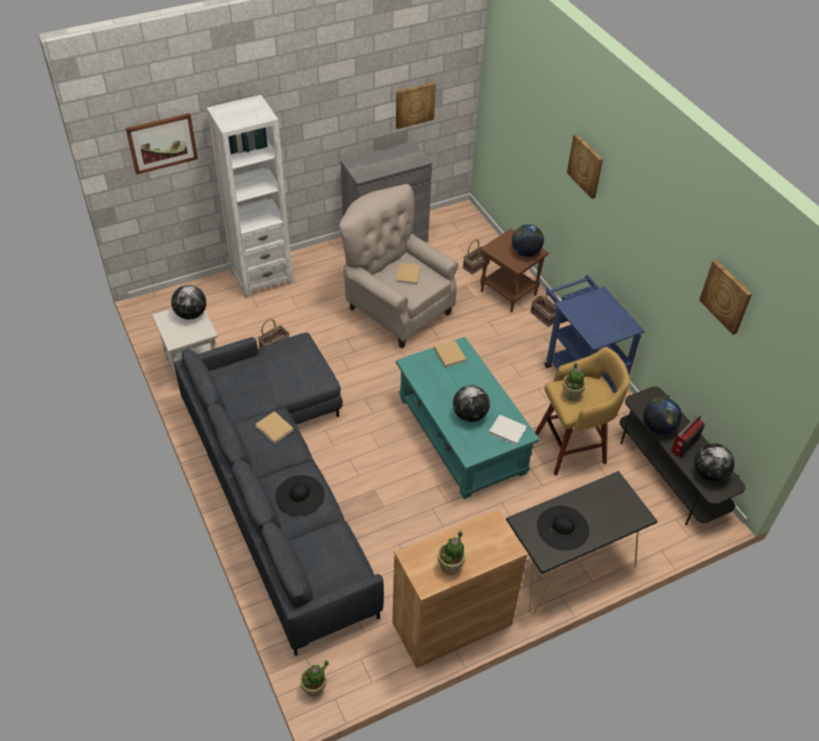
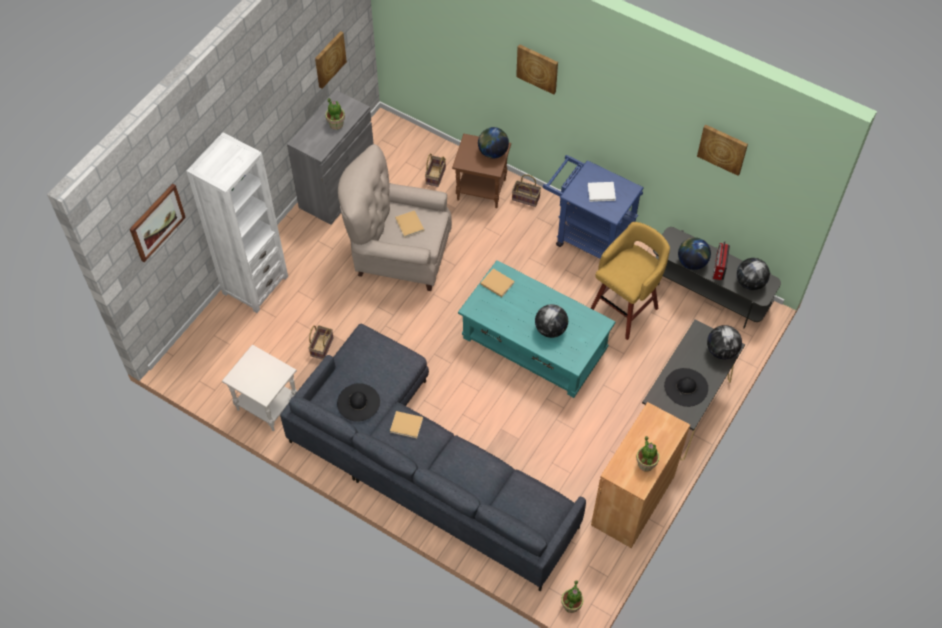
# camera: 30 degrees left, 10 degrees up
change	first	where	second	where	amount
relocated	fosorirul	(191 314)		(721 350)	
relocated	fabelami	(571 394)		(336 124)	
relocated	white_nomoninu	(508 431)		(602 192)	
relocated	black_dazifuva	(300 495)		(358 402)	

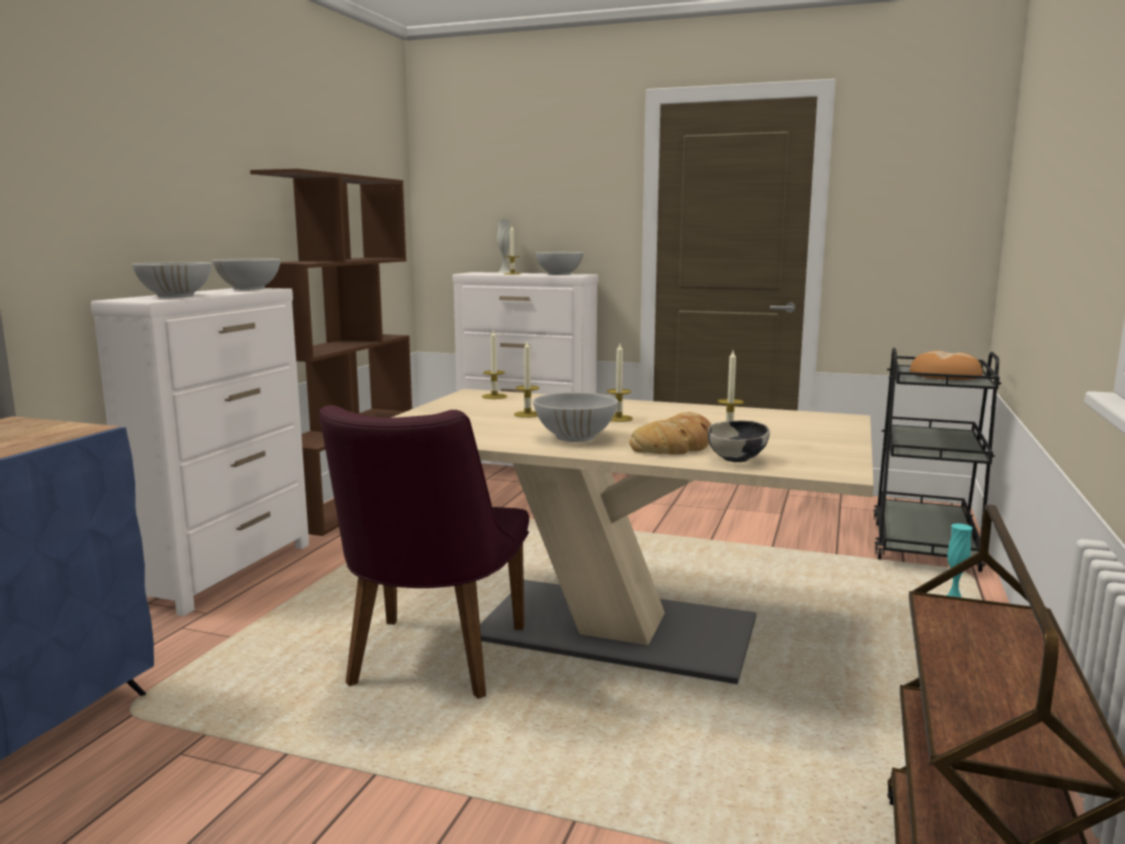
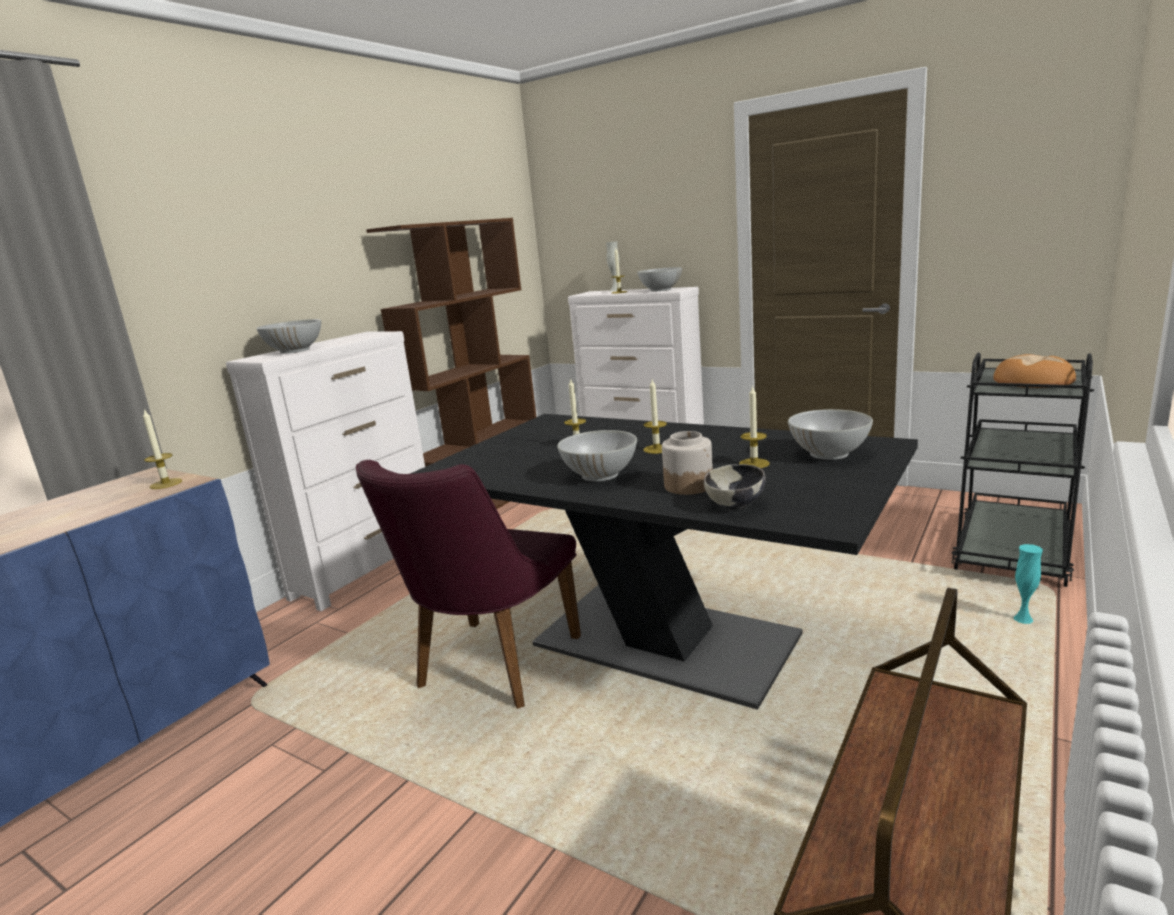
# camera: 15 degrees right, 5 degrees up
change	first	where	second	where	amount
relocated	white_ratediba	(249 288)		(829 453)	
relocated	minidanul	(494 396)		(166 484)	
colour	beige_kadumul	(617 630)	black_kadumul	(665 641)	
exchanged	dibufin	(677 445)	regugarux	(688 486)	

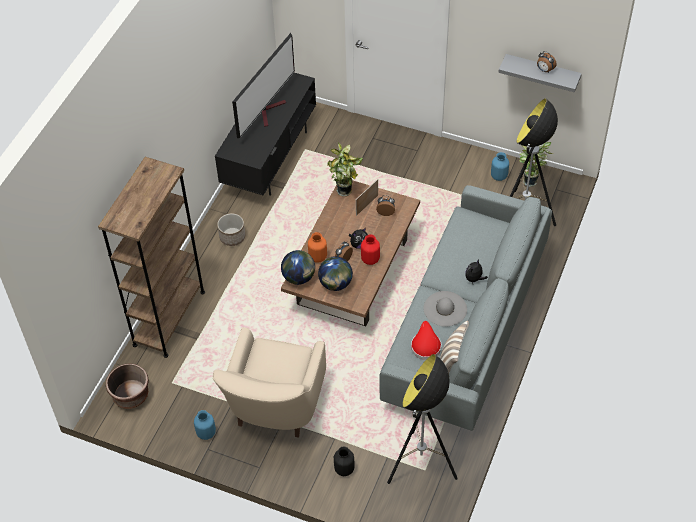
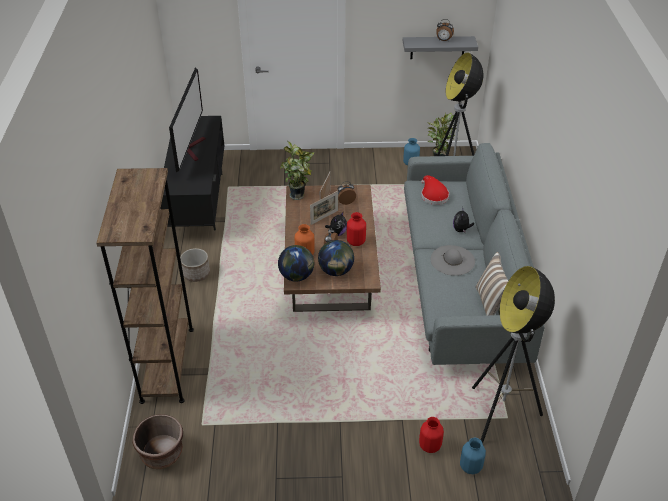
# camera: 25 degrees left, 10 degrees down
change	first	where	second	where	amount
relocated	red_dazifuva	(425 345)		(433 195)	
missing	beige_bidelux	(275 409)			
relocated	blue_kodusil	(206 433)		(470 467)	
colour	black_kodusil	(344 469)	red_kodusil	(429 446)	
appeared			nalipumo	(324 217)	

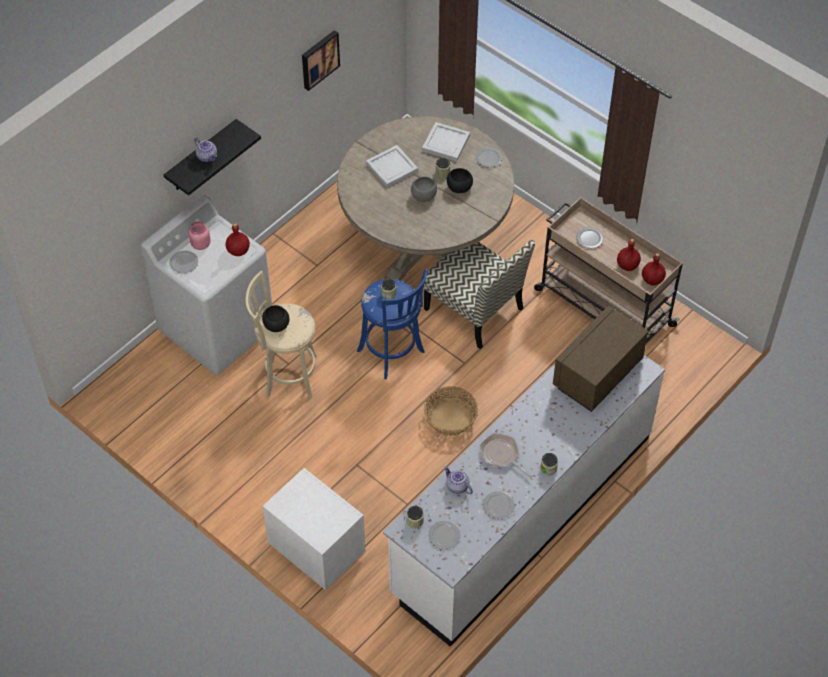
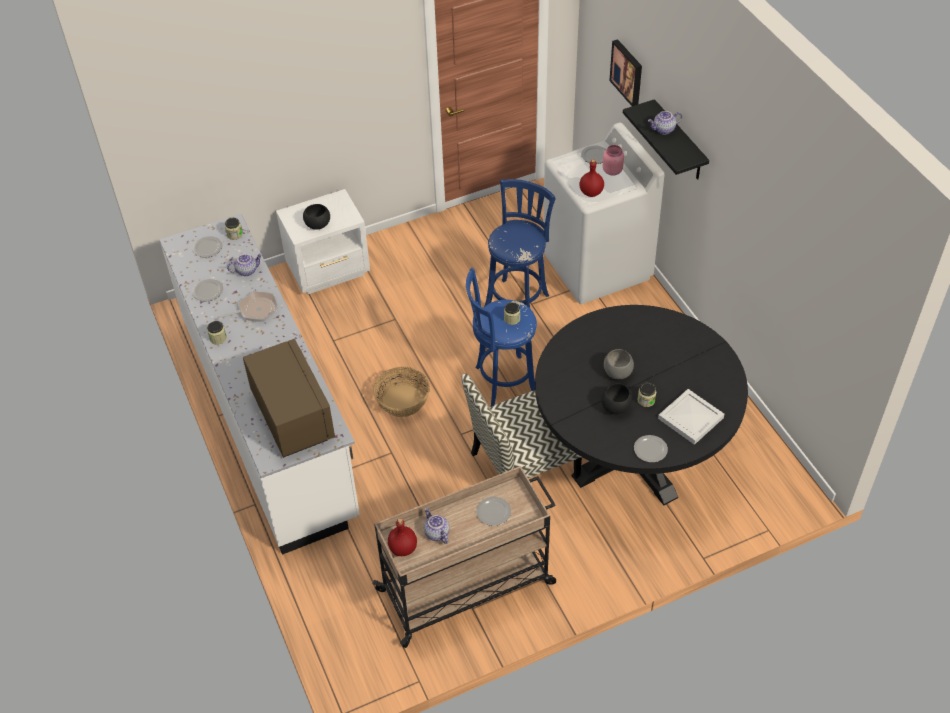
# camera: 115 degrees right, 5 degrees down
change	first	where	second	where	amount
relocated	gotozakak	(319 59)		(627 72)	
colour	beige_kadumul	(425 244)	black_kadumul	(631 454)	
missing	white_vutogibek	(392 168)			
exchanged	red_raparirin	(628 265)	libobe	(436 533)	
colour	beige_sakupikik	(287 376)	blue_sakupikik	(518 299)	
relocated	black_ratediba	(276 326)		(317 225)	

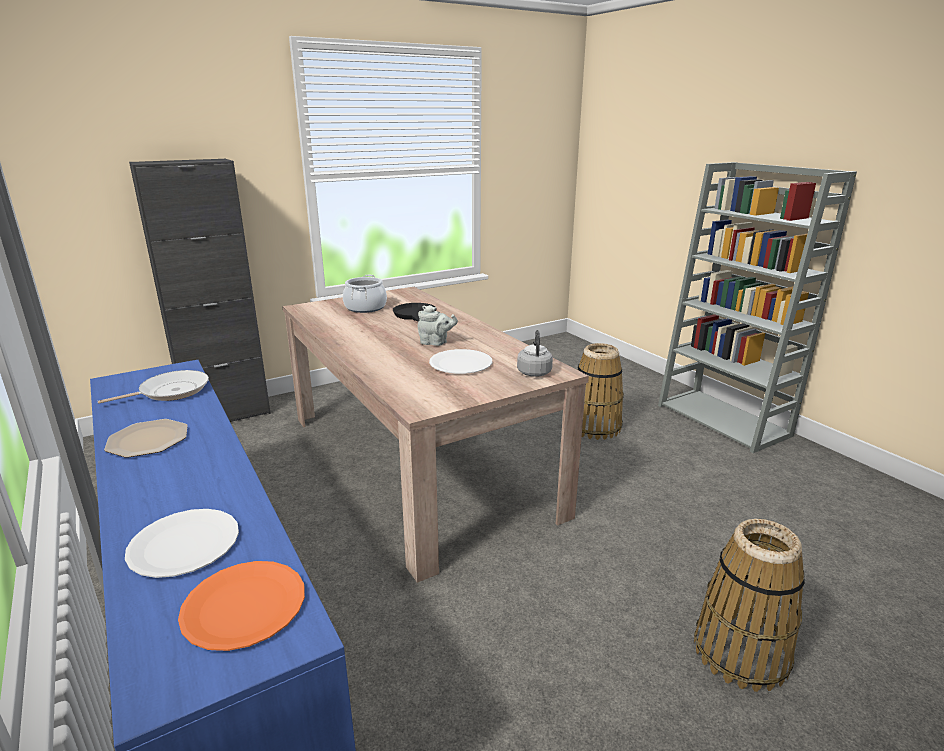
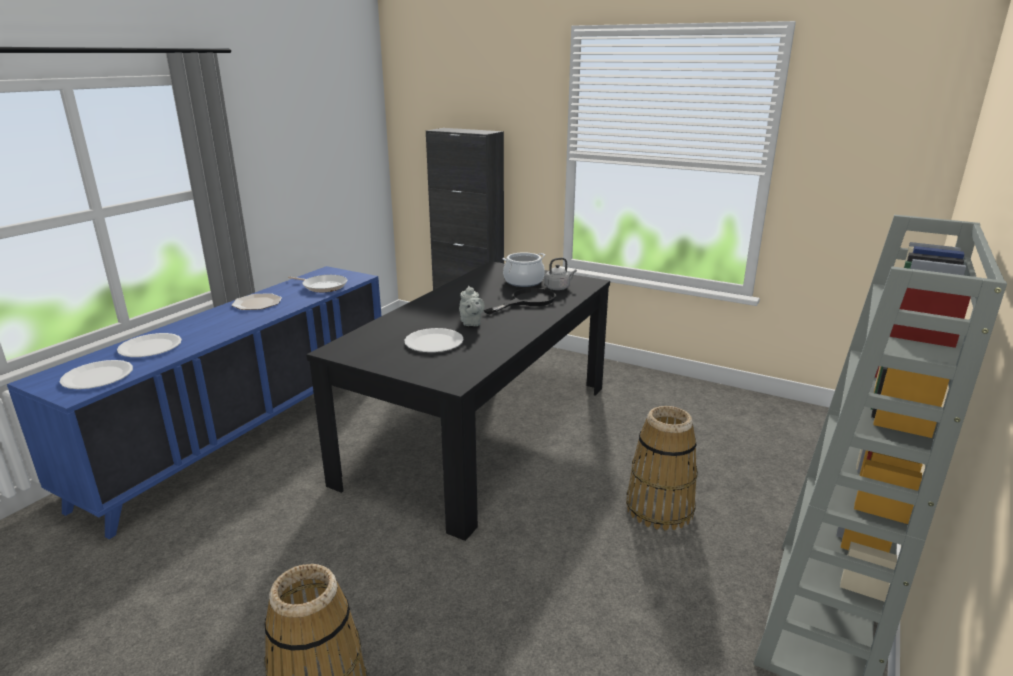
# camera: 60 degrees right, 0 degrees up
change	first	where	second	where	amount
colour	beige_kadumul	(417 462)	black_kadumul	(481 431)	
relocated	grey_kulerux	(534 372)		(558 288)	
colour	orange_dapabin	(243 606)	white_dapabin	(97 376)	

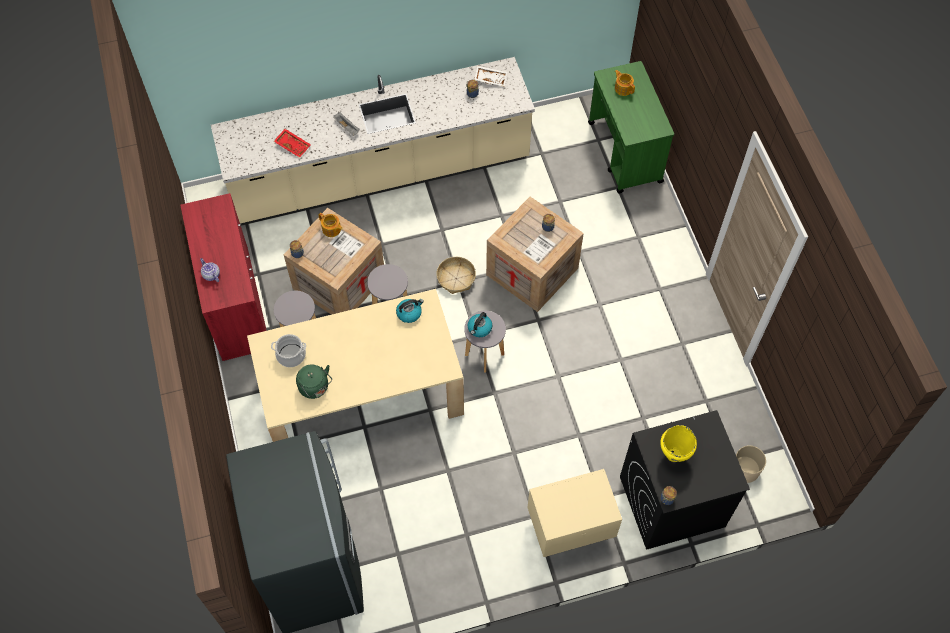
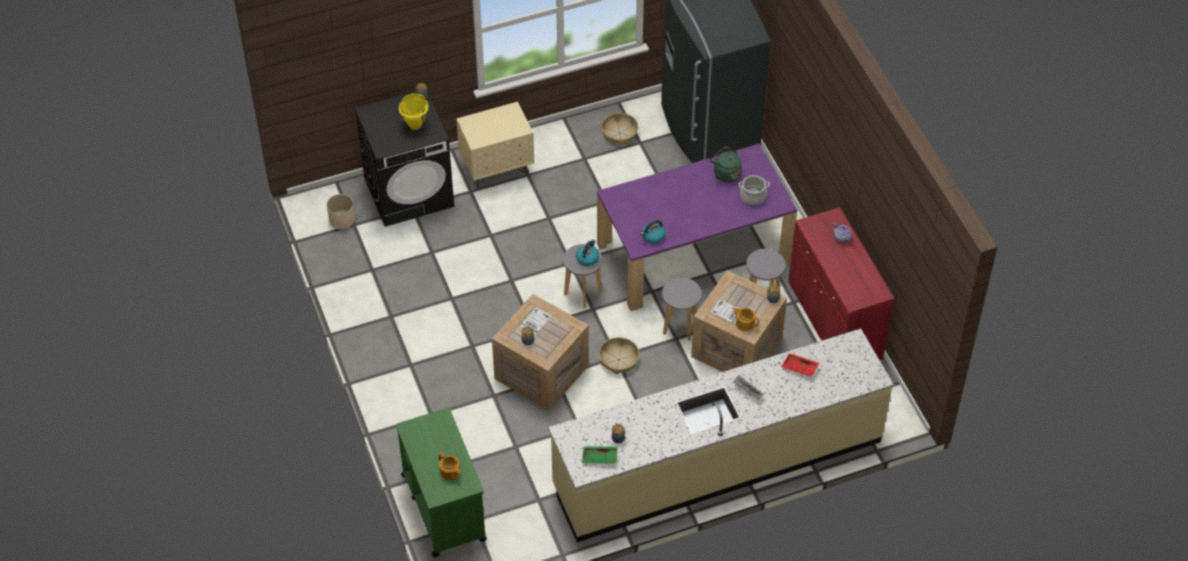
# camera: 175 degrees right, 10 degrees down
change	first	where	second	where	amount
colour	white_vutogibek	(490 78)	green_vutogibek	(599 458)	
colour	beige_kadumul	(361 394)	purple_kadumul	(693 253)	
appeared			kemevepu	(619 132)	

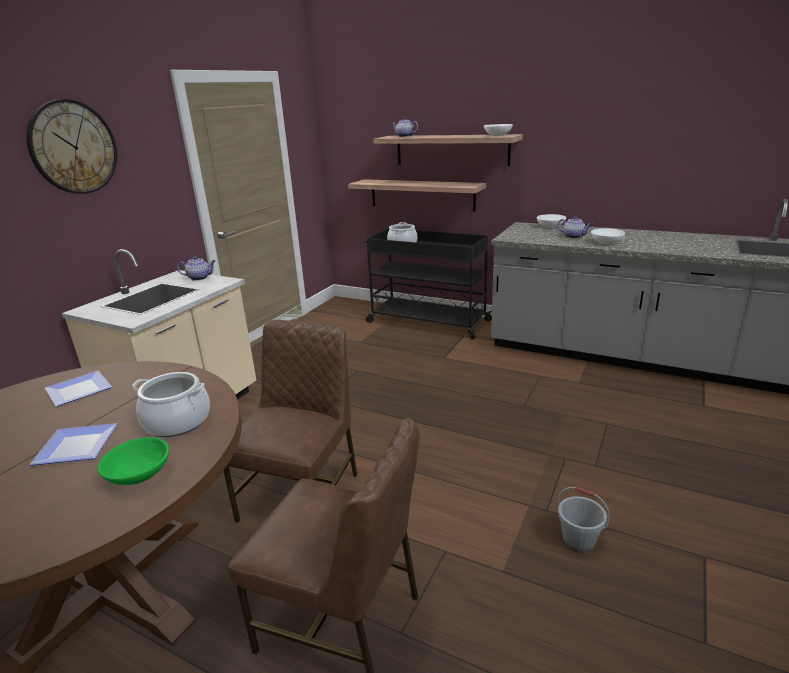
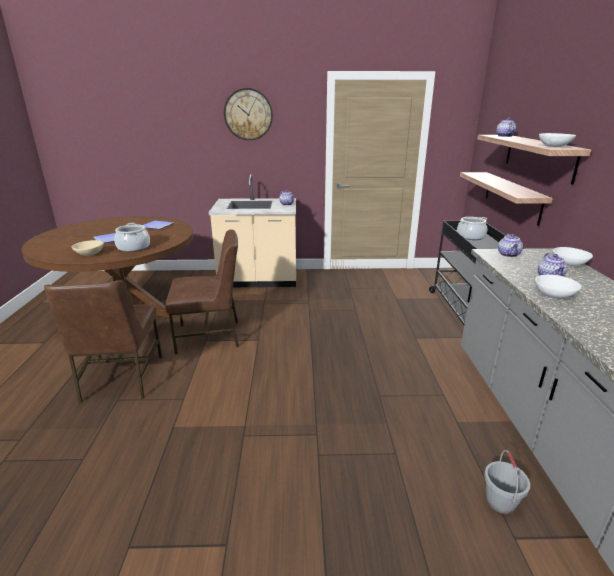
# camera: 60 degrees right, 0 degrees up
change	first	where	second	where	amount
colour	green_ratediba	(140 475)	beige_ratediba	(89 254)	
relocated	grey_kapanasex	(578 541)		(501 502)	
appeared			libobe	(509 255)	

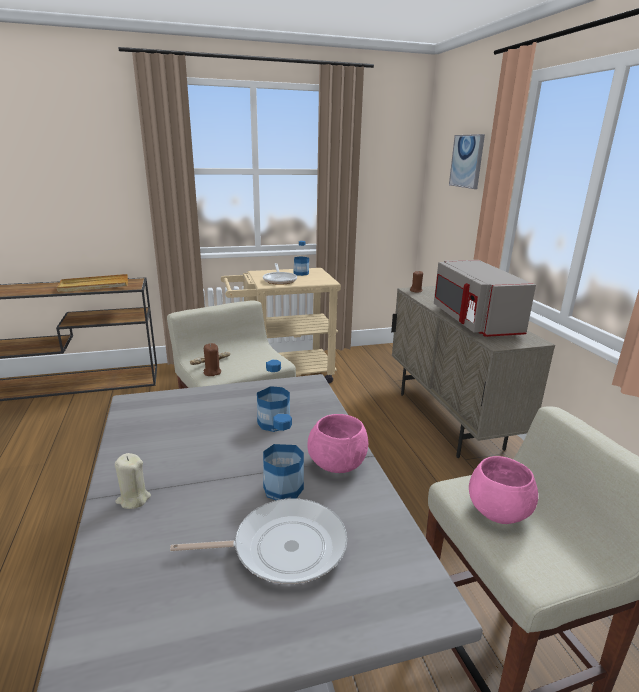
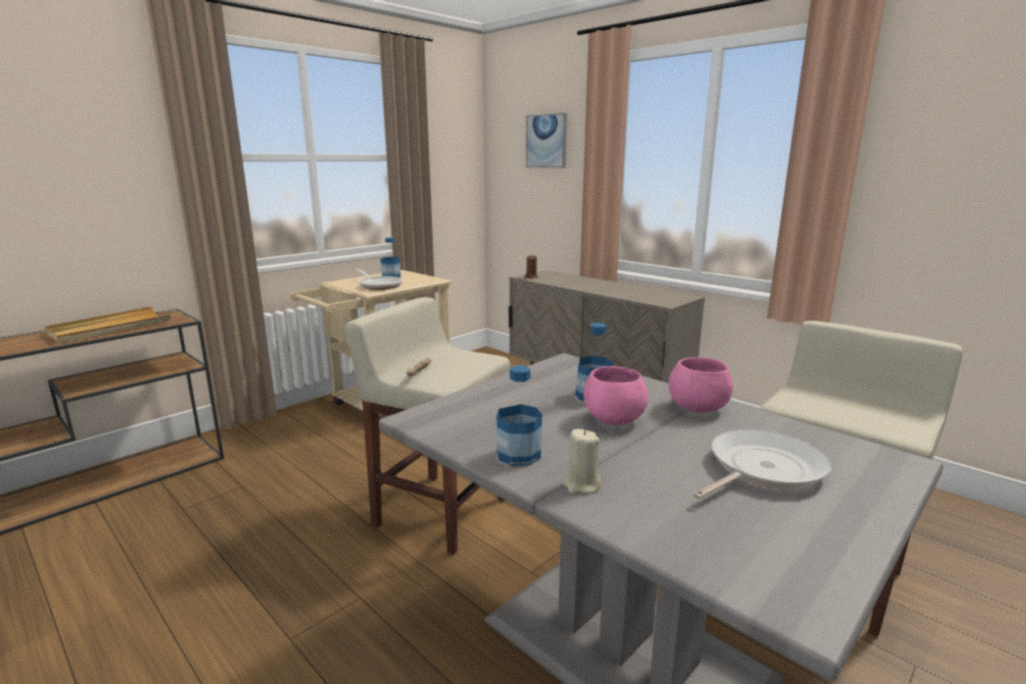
# camera: 30 degrees left, 5 degrees down
change	first	where	second	where	amount
missing	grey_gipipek	(473 321)			
missing	brown_minidanul	(212 372)			
relocated	raparirin	(283 488)		(518 455)	
relocated	pink_ratediba	(499 512)		(614 419)	

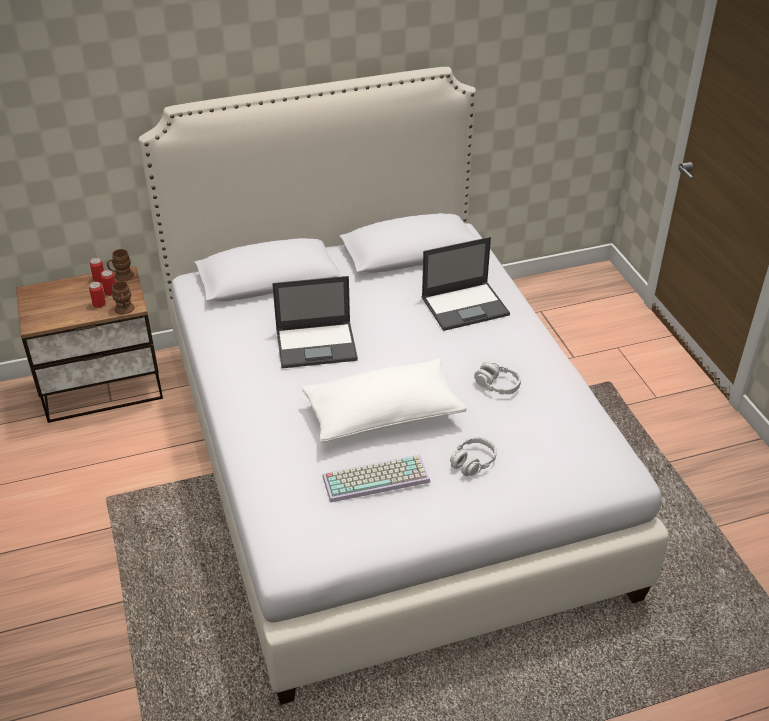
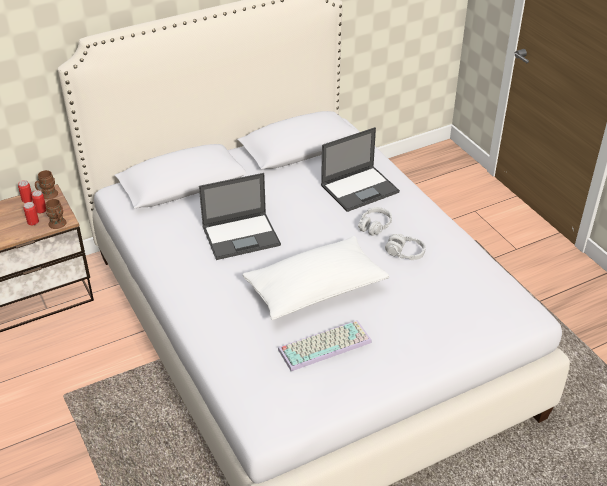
# camera: 10 degrees left, 0 degrees up
change	first	where	second	where	amount
relocated	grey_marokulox	(473 462)		(374 226)	

